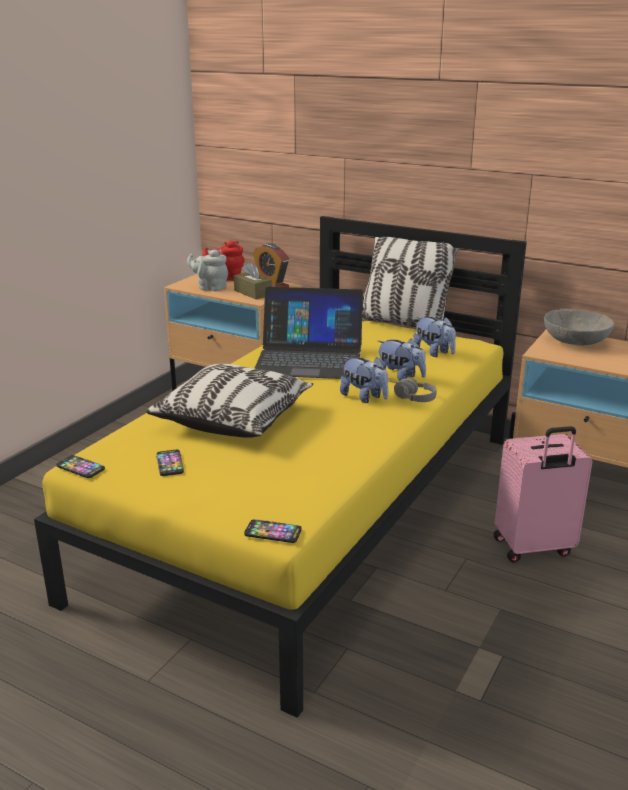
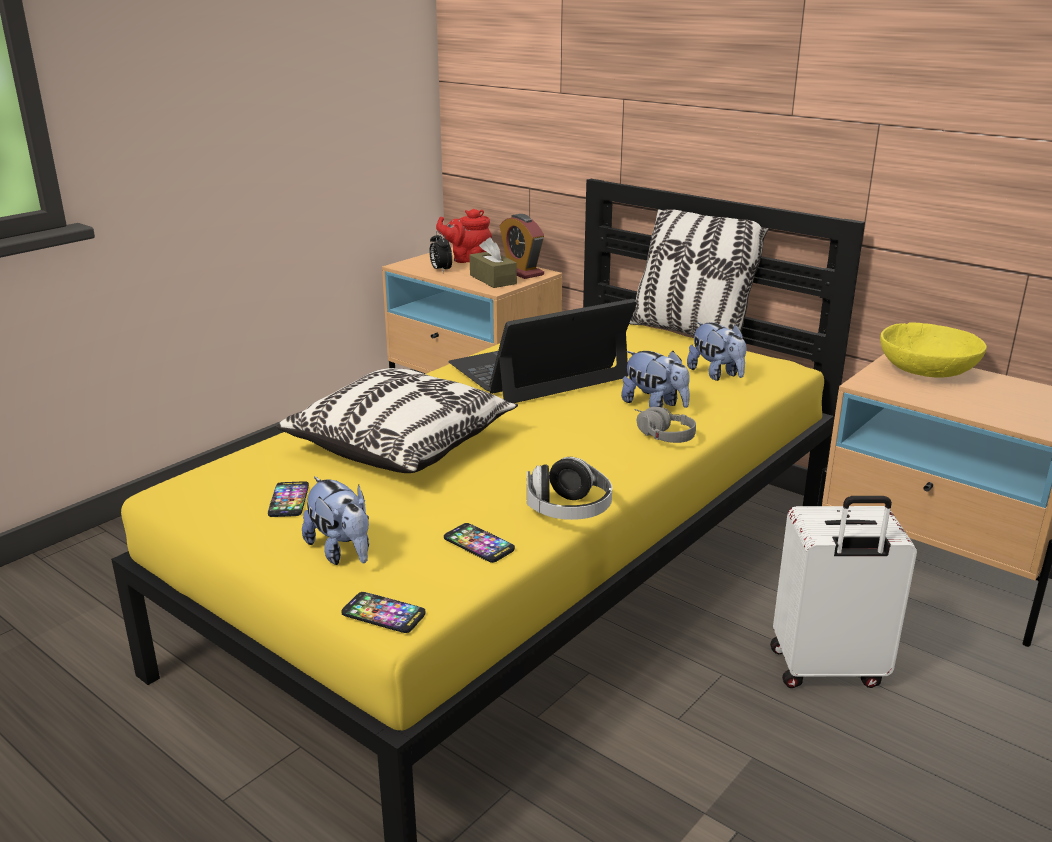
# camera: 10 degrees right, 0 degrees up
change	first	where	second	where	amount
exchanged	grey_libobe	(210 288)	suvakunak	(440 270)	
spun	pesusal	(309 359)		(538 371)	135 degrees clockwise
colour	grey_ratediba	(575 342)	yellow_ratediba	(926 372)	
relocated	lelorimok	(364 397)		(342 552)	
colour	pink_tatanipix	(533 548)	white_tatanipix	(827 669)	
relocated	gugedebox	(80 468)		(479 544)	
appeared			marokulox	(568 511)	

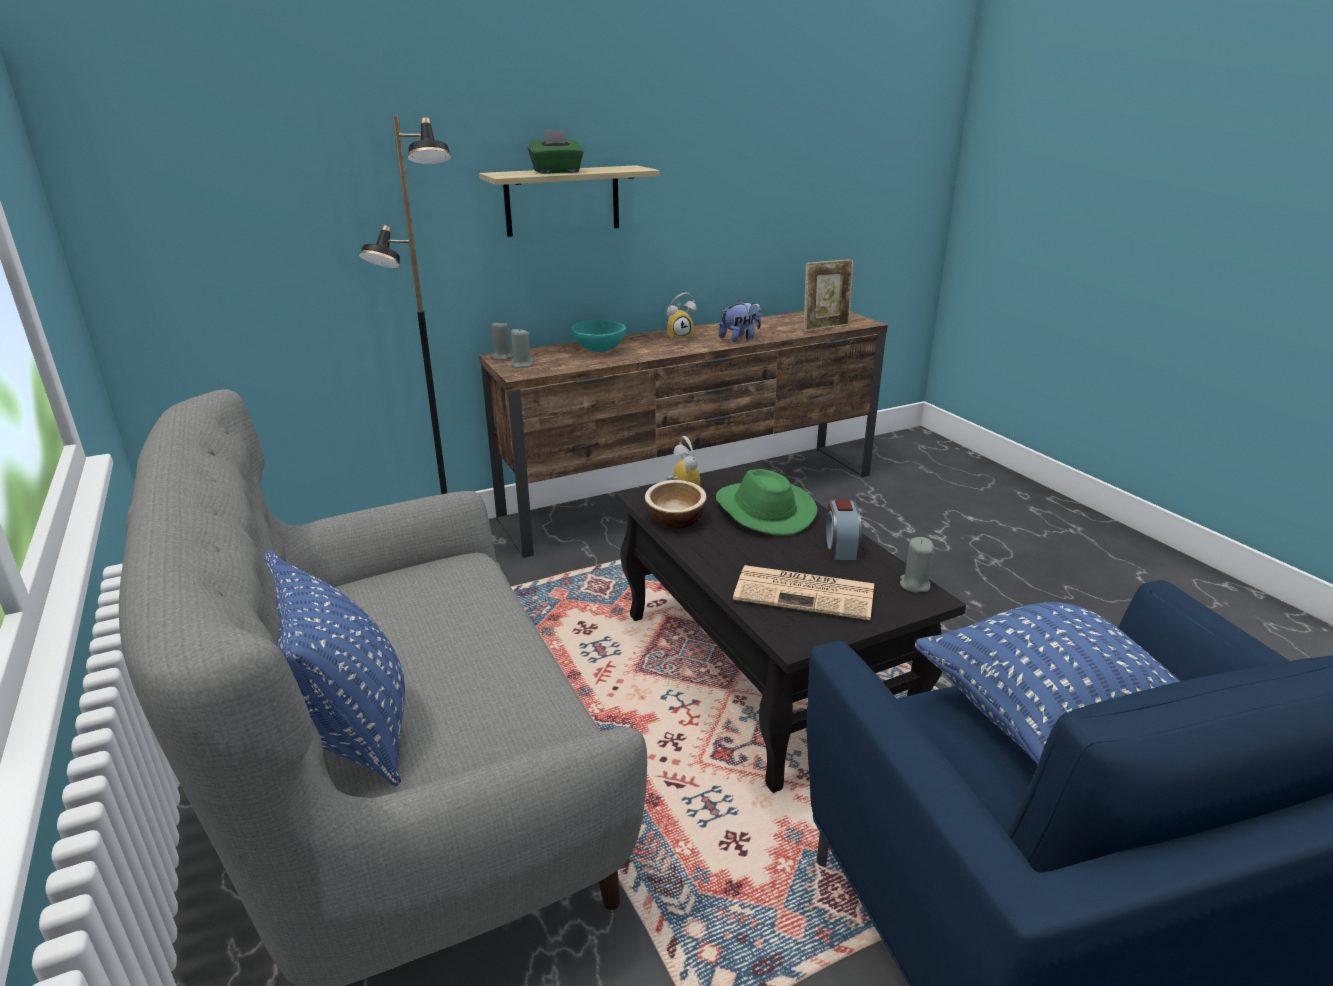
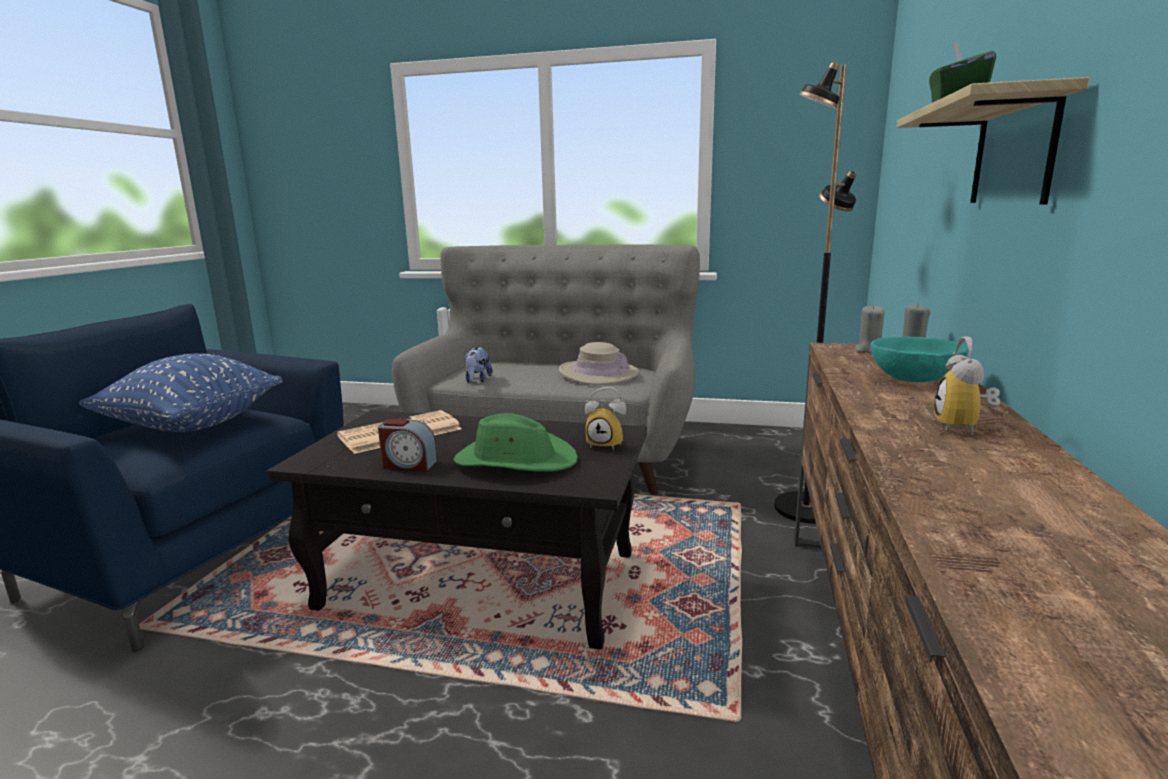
# camera: 130 degrees right, 10 degrees down
change	first	where	second	where	amount
missing	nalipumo	(825 328)			
relocated	lelorimok	(740 338)		(477 380)	
missing	ratediba	(675 519)			
spun	suvakunak	(841 547)		(409 464)	150 degrees clockwise
missing	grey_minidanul	(914 584)			
missing	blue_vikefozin	(349 733)			
appeared			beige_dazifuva	(598 374)	

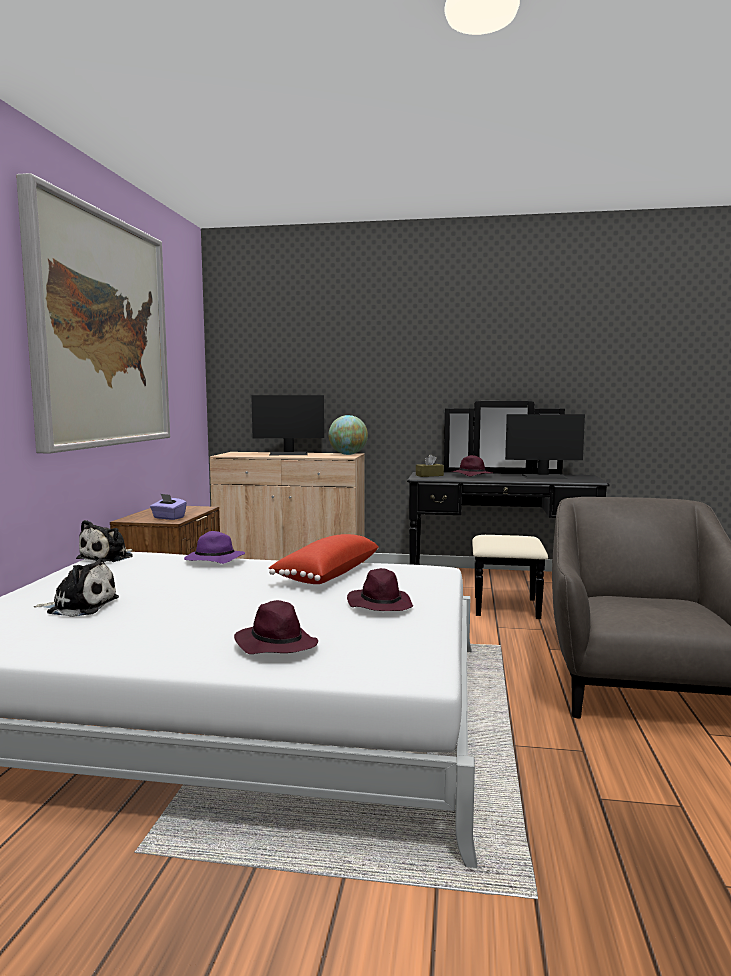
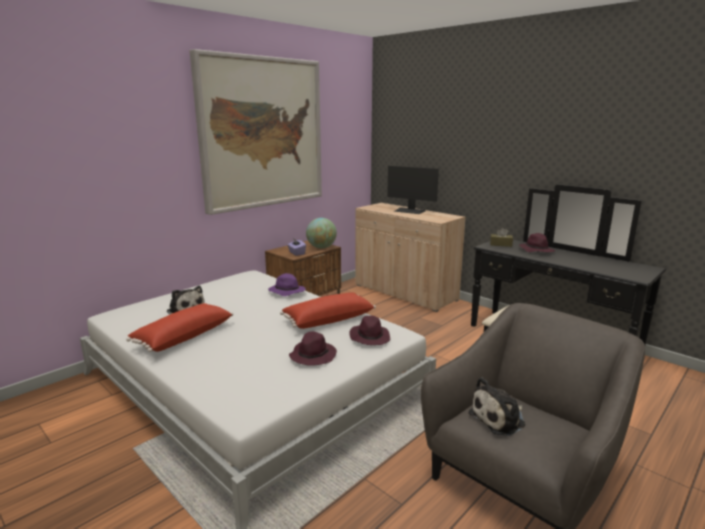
# camera: 35 degrees right, 10 degrees up
change	first	where	second	where	amount
missing	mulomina	(544 477)			
relocated	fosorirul	(348 454)		(321 247)	
relocated	lelorimok	(108 557)		(499 419)	
relocated	purple_dazifuva	(275 644)		(369 337)	
appeared			red_vikefozin	(183 336)	

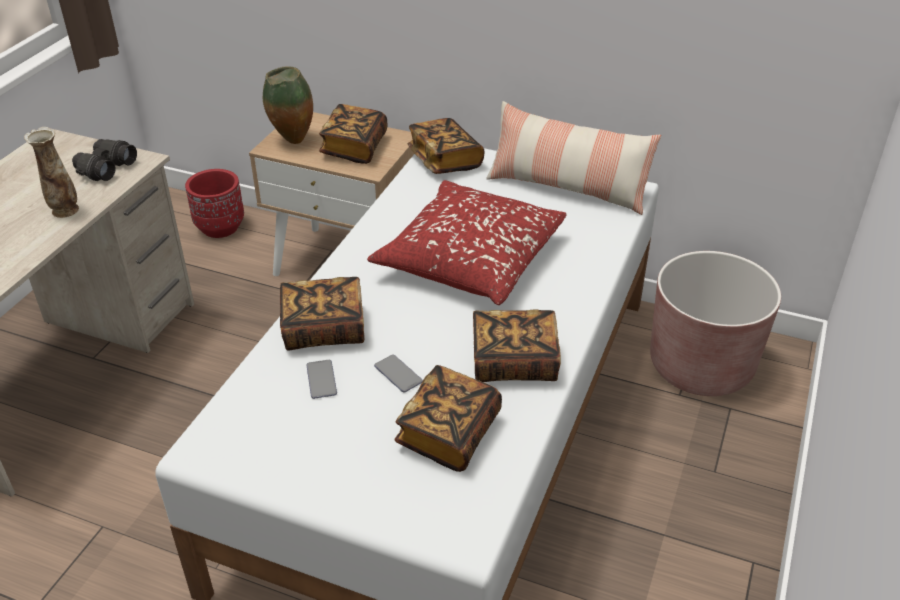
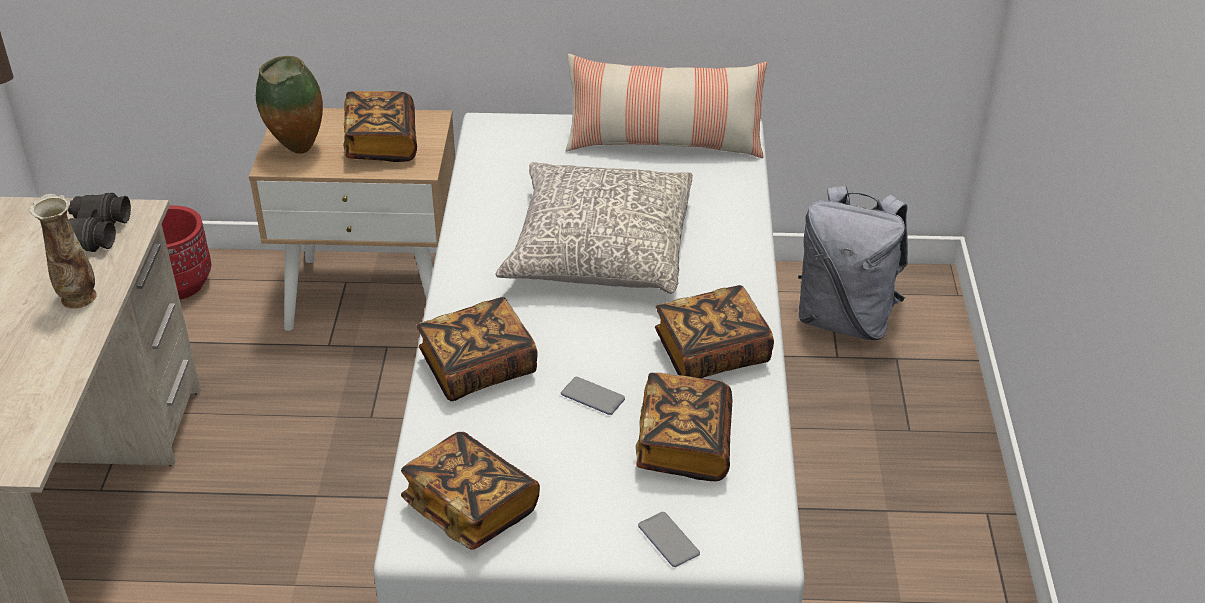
# camera: 20 degrees left, 0 degrees up
change	first	where	second	where	amount
relocated	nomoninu	(445 160)		(471 508)	
colour	red_vikefozin	(470 258)	grey_vikefozin	(599 249)	
exchanged	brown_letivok	(700 366)	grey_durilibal	(845 319)	
relocated	gugedebox	(321 380)		(668 540)	

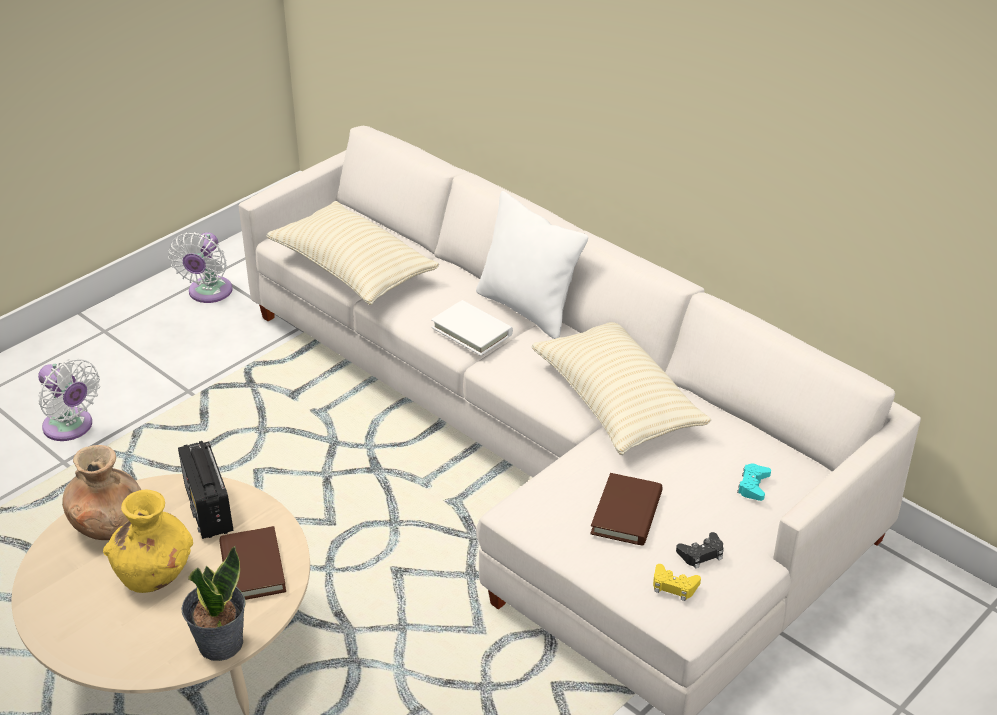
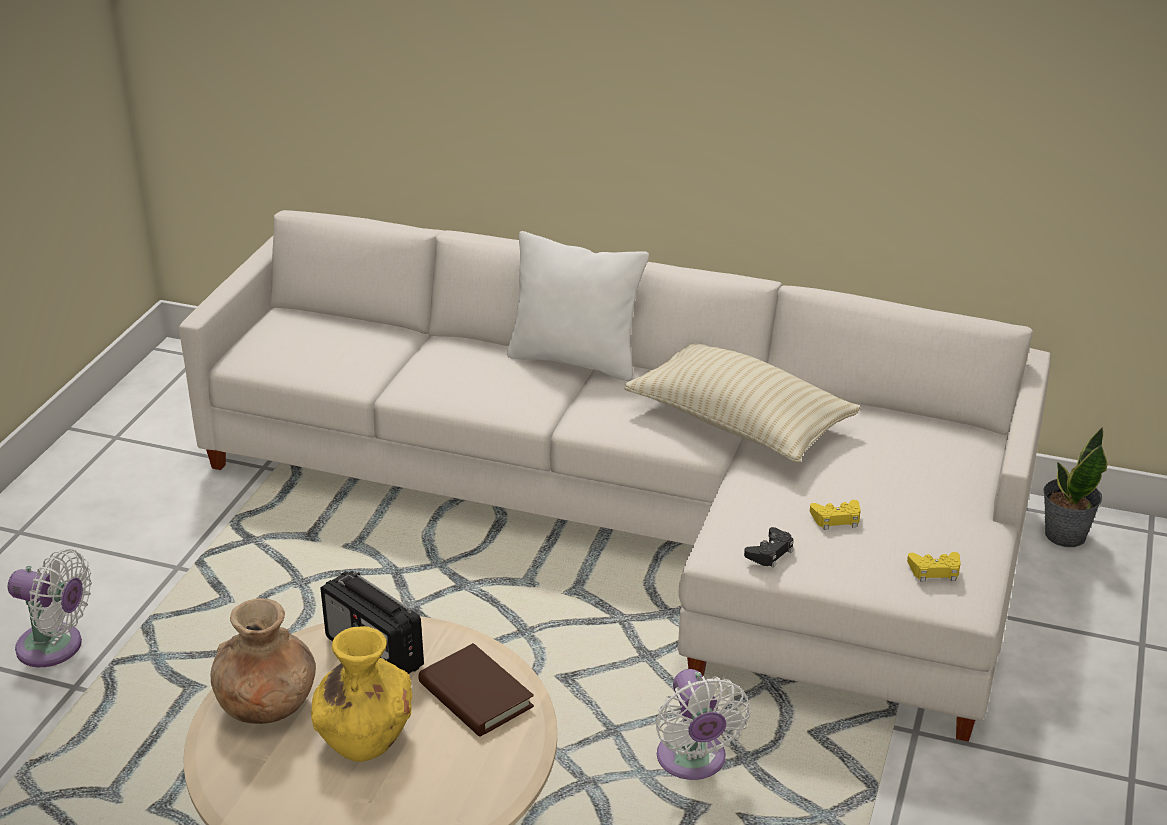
# camera: 25 degrees left, 5 degrees down
change	first	where	second	where	amount
missing	beige_vikefozin	(353 270)			
relocated	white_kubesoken	(208 293)		(693 763)	
missing	white_nomoninu	(472 331)			
missing	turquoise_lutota	(753 486)			
exchanged	brown_nomoninu	(626 513)	yellow_lutota	(836 519)	
relocated	black_lutota	(701 554)		(770 552)	
relocated	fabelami	(219 643)		(1064 535)	

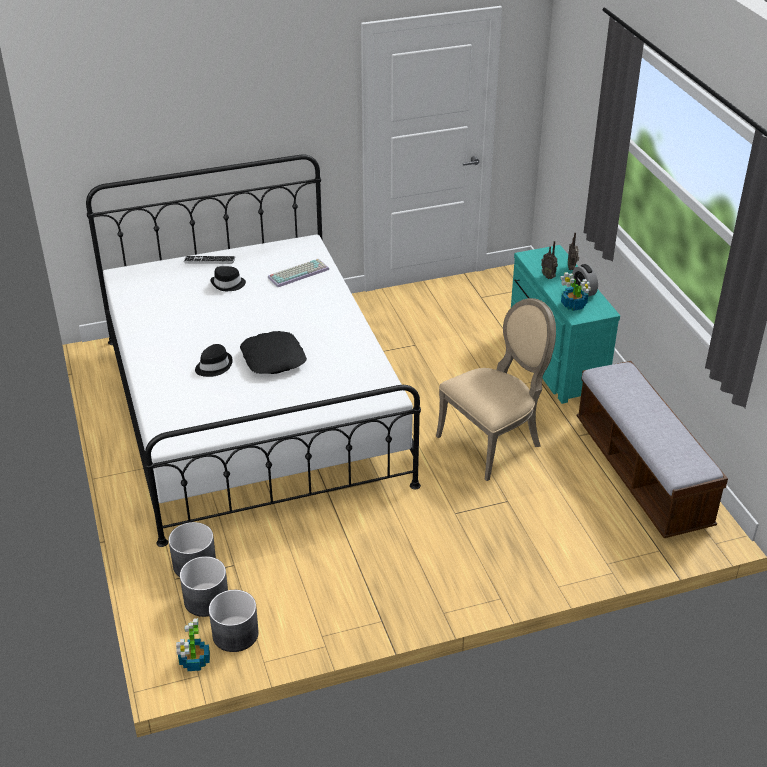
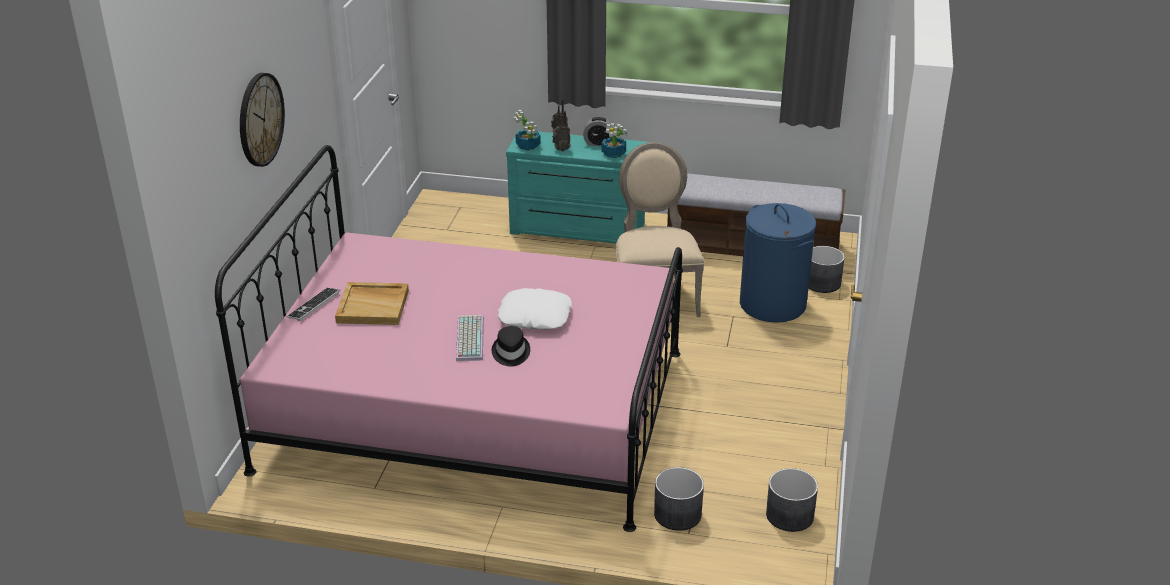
# camera: 60 degrees left, 5 degrees down
change	first	where	second	where	amount
colour	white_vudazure	(252 408)	pink_vudazure	(475 409)	
relocated	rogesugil	(298 273)		(468 338)	
exchanged	black_dazifuva	(228 284)	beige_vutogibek	(373 306)	
colour	black_vikefozin	(274 359)	white_vikefozin	(535 316)	
relocated	grey_letivok	(206 600)		(822 283)	
relocated	fabelami	(194 662)		(528 146)	
appeared			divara	(260 119)	
appeared			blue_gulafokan	(773 304)	

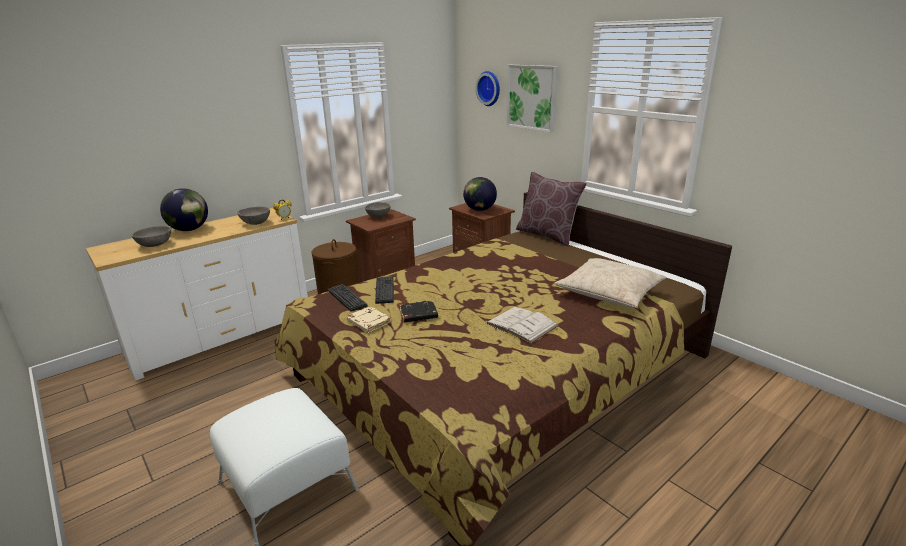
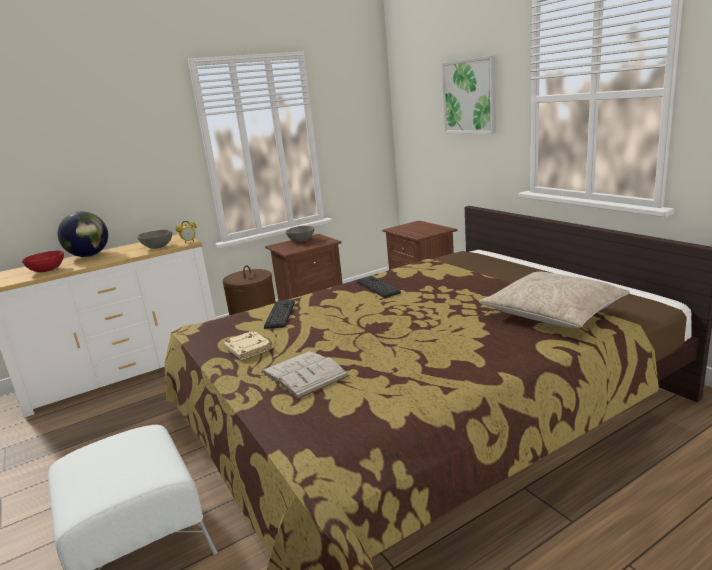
# camera: 10 degrees right, 5 degrees down
change	first	where	second	where	amount
missing	divara	(490 88)			
missing	brown_vikefozin	(547 235)			
missing	fosorirul	(479 210)			
colour	grey_ratediba	(155 245)	red_ratediba	(47 270)	
relocated	rogesugil	(347 298)		(377 287)	
missing	black_nomoninu	(418 315)			
relocated	white_nomoninu	(521 324)		(304 374)	

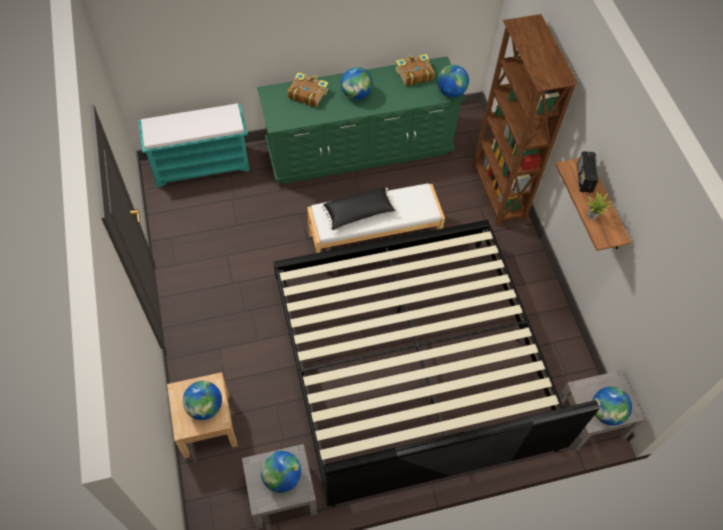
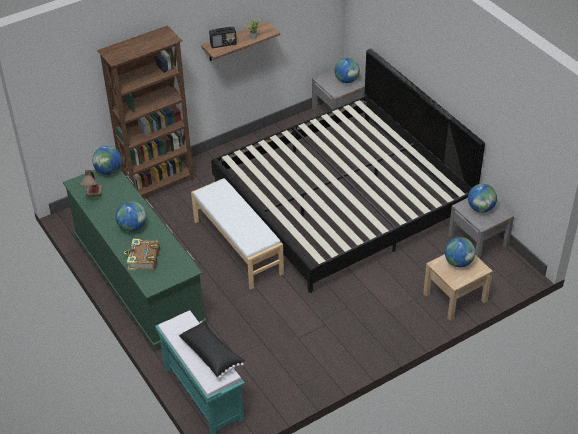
# camera: 105 degrees left, 15 degrees down
change	first	where	second	where	amount
exchanged	nomoninu	(413 74)	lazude	(93 197)	
relocated	black_vikefozin	(359 213)		(211 354)	

